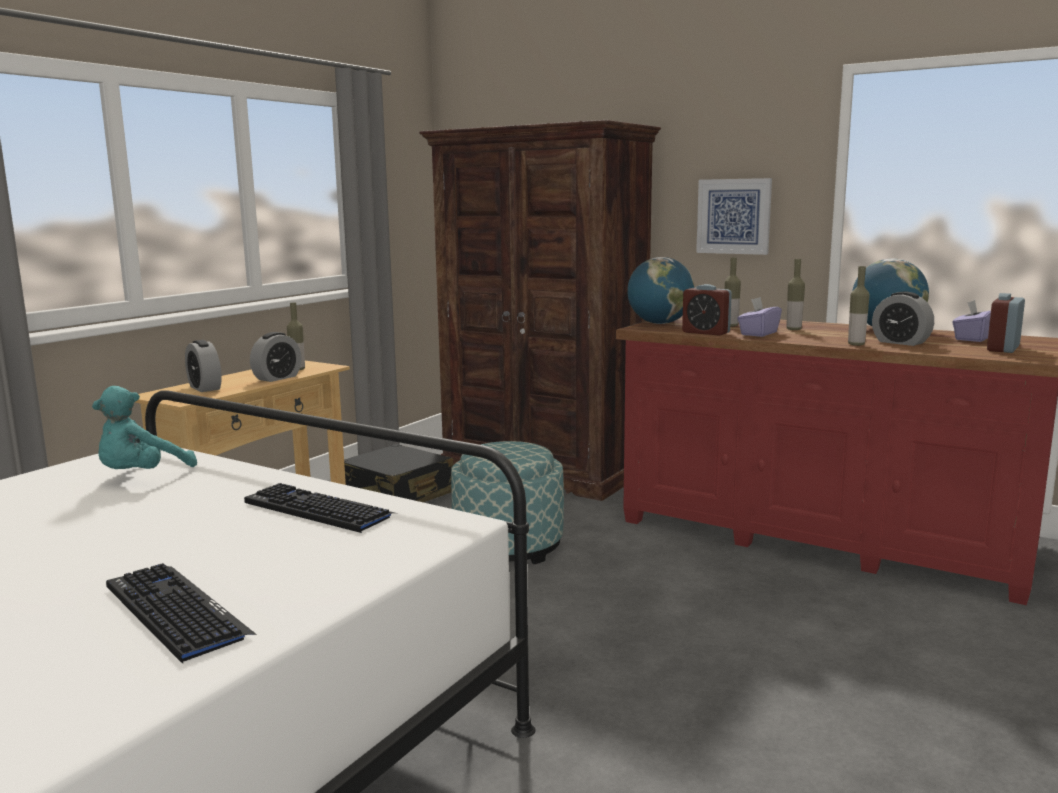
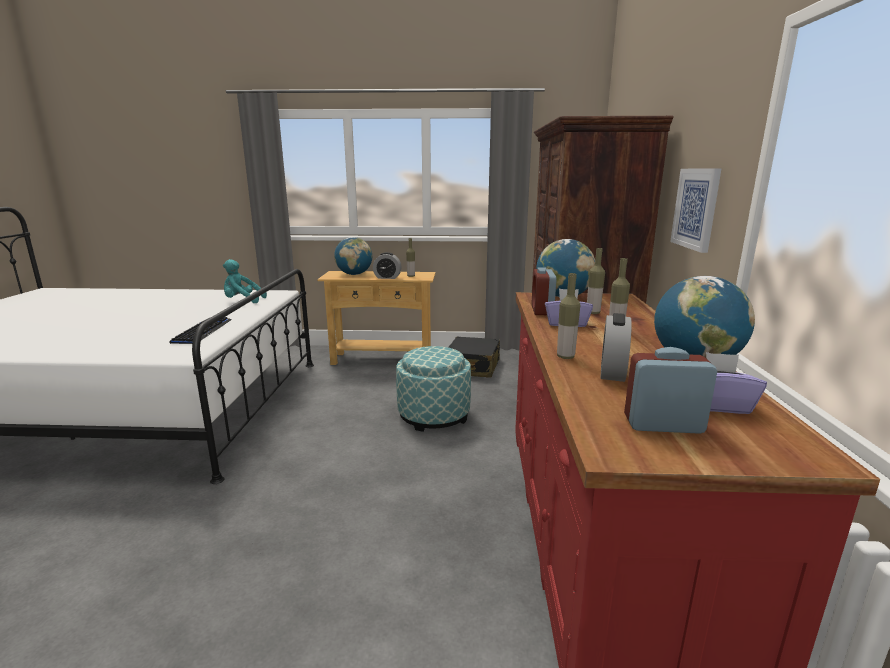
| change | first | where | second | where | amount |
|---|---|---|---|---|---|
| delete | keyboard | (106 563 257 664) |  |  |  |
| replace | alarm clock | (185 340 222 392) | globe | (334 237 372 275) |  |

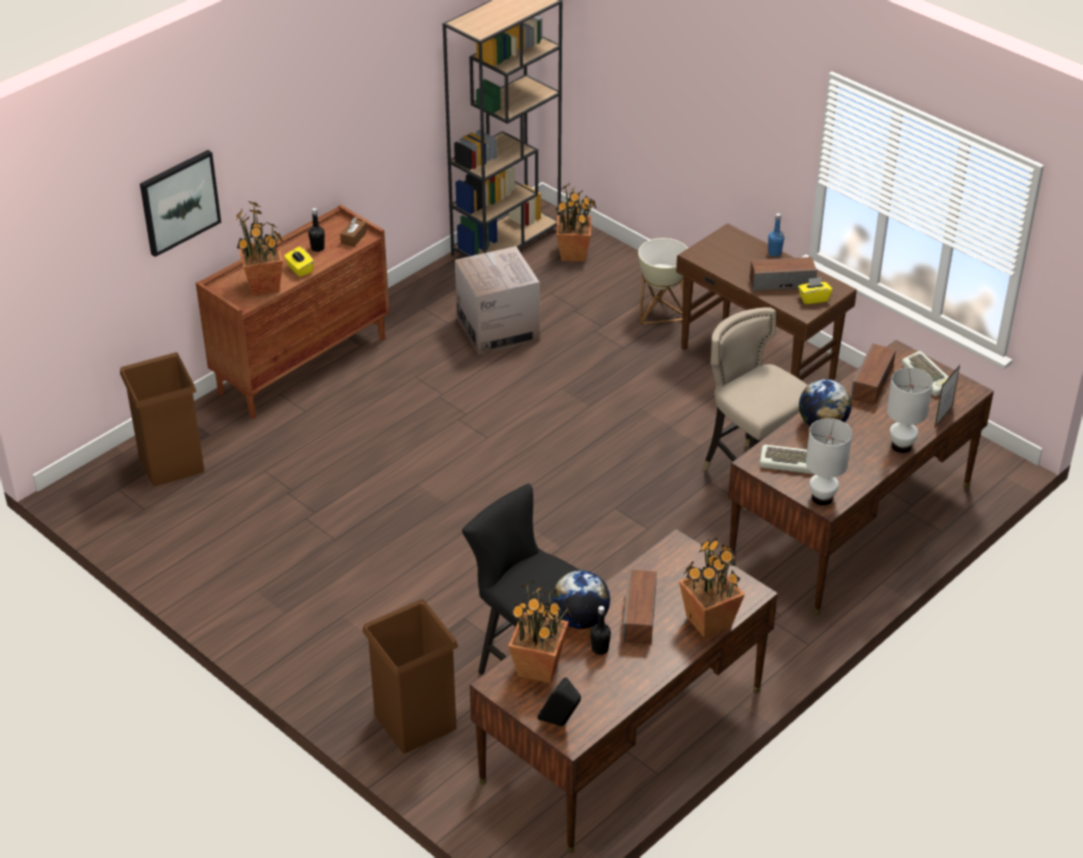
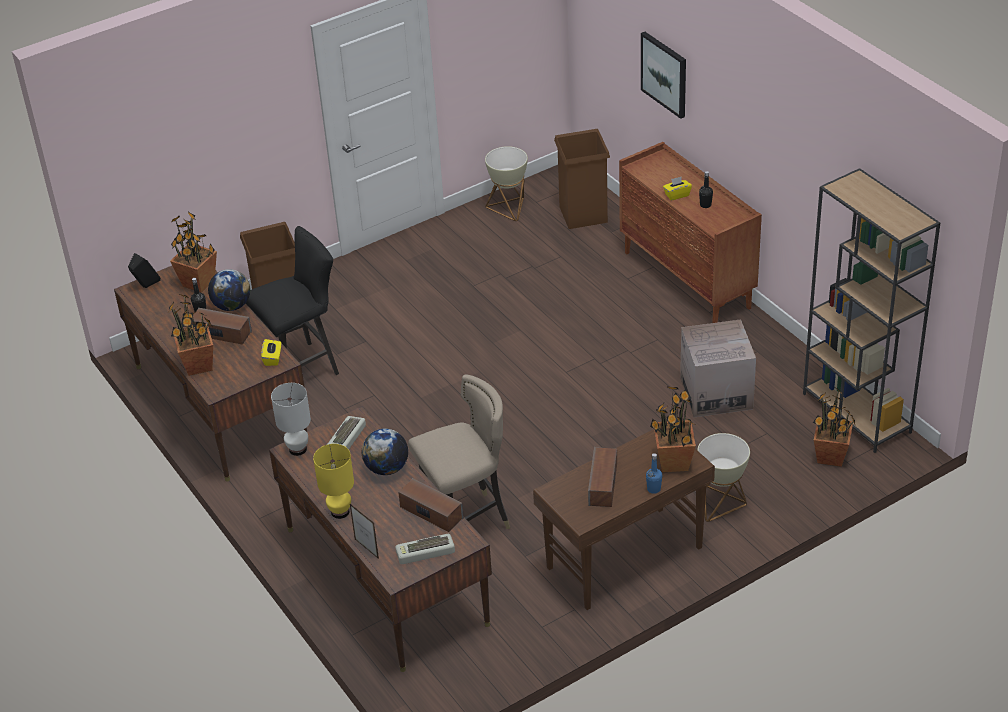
| change | first | where | second | where | amount |
|---|---|---|---|---|---|
| move | potted plant | (235 200 283 296) |  | (650 386 696 472) |  |
| delete | tissue box/brown | (340 217 367 247) |  |  |  |
| move | tissue box/yellow | (798 277 832 304) |  | (261 339 281 366) |  |
| recolor | table lamp/white | (887 367 933 453) | table lamp/yellow | (313 444 354 519) |  |
| insert |  |  | planter | (485 146 528 221) |  |

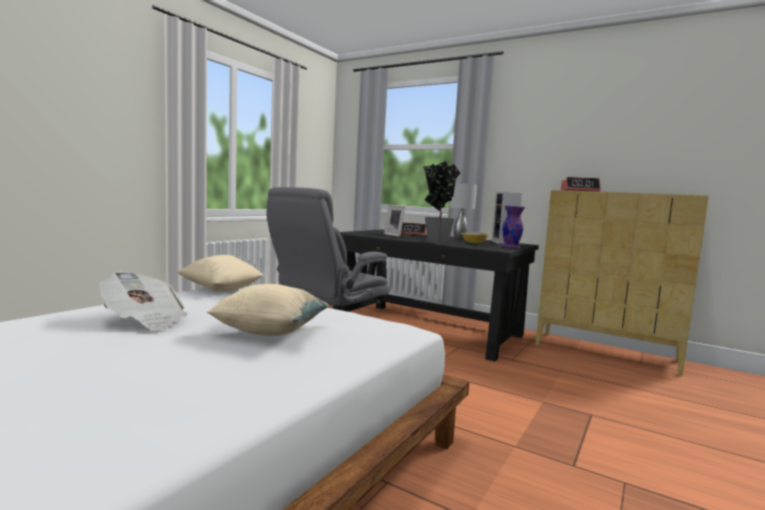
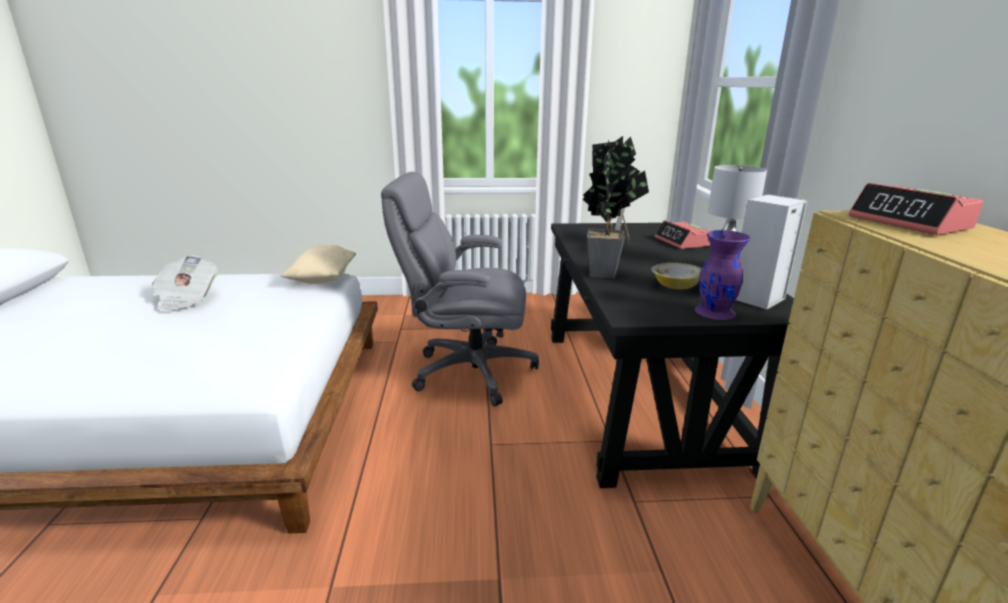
| change | first | where | second | where | amount |
|---|---|---|---|---|---|
| delete | pillow/beige | (207 284 329 336) |  |  |  |

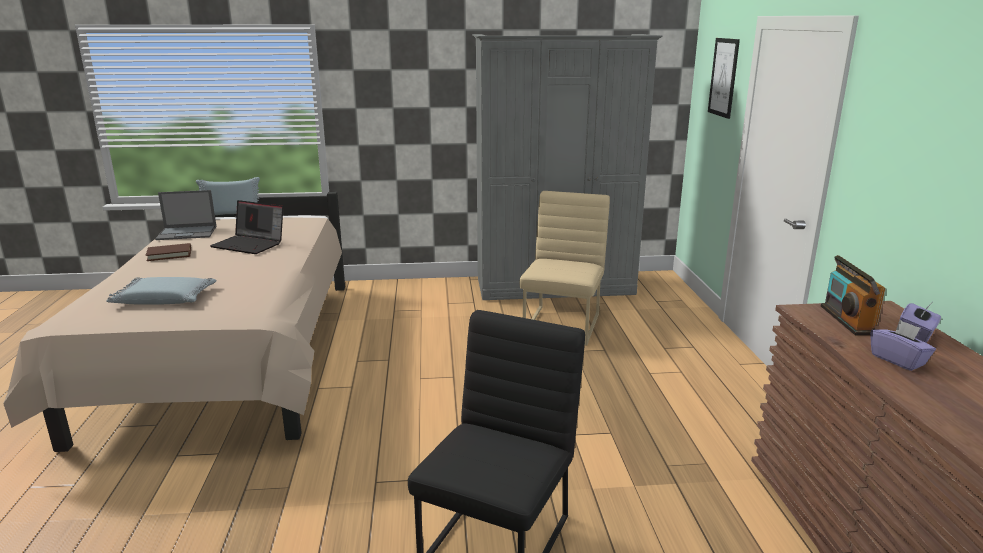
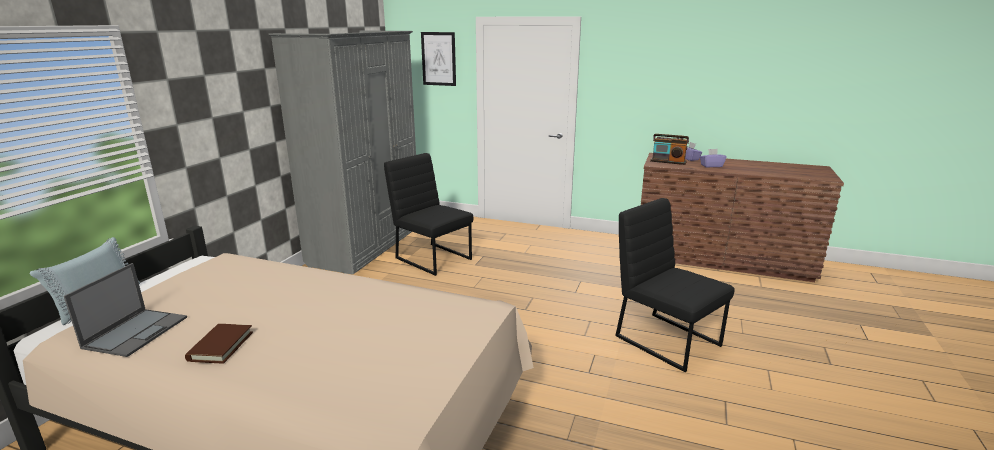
| change | first | where | second | where | amount |
|---|---|---|---|---|---|
| delete | pillow/blue | (106 277 217 305) |  |  |  |
| delete | laptop | (210 200 283 254) |  |  |  |
| recolor | chair/beige | (520 191 610 345) | chair/black | (384 153 473 276) |  |

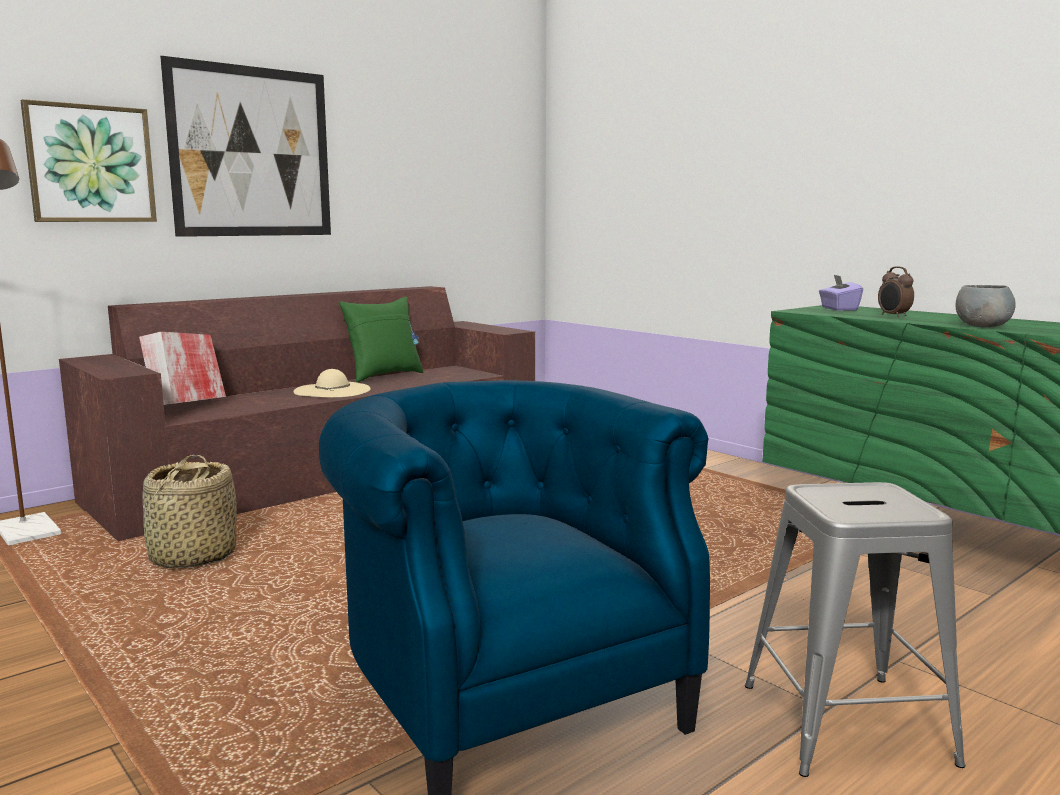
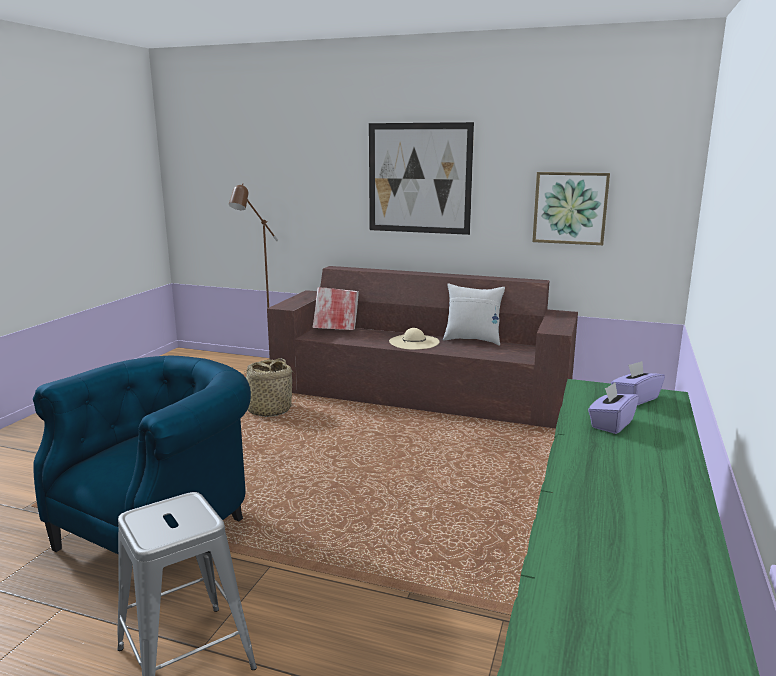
| change | first | where | second | where | amount |
|---|---|---|---|---|---|
| move | picture | (21 99 157 222) |  | (532 172 610 245) |  |
| recolor | pillow/green | (339 297 423 382) | pillow/grey | (443 283 505 346) |  |
| replace | alarm clock | (878 267 914 317) | tissue box/purple | (588 383 639 434) |  |
| delete | bowl/grey | (956 285 1016 328) |  |  |  |

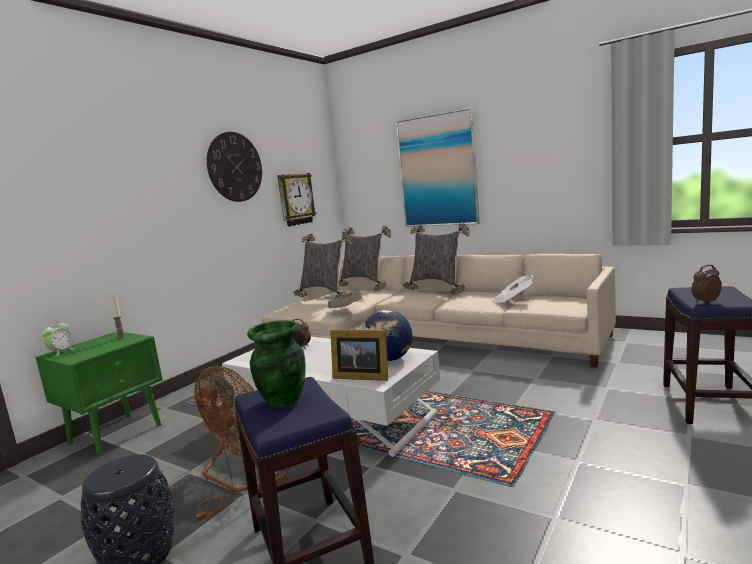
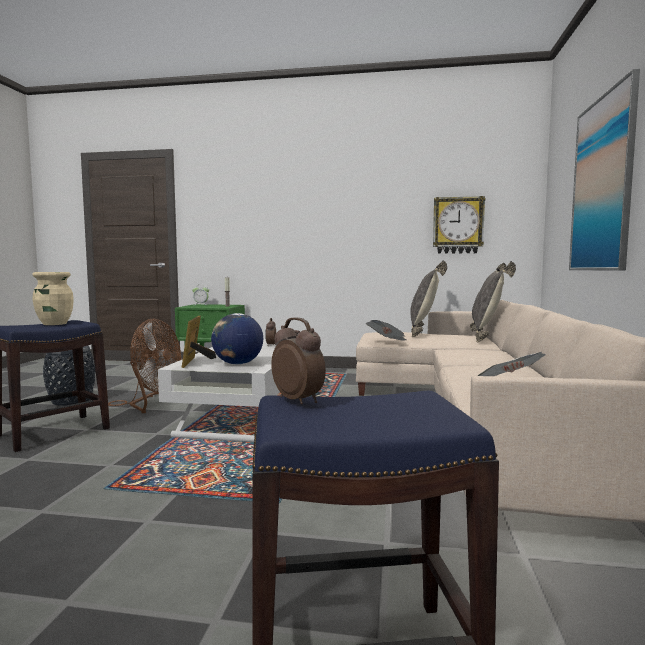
| change | first | where | second | where | amount |
|---|---|---|---|---|---|
| delete | wall clock | (207 132 262 202) |  |  |  |
| recolor | vase/green | (247 320 306 407) | vase/beige | (33 272 74 325) |  |
| delete | pillow | (403 223 470 296) |  |  |  |

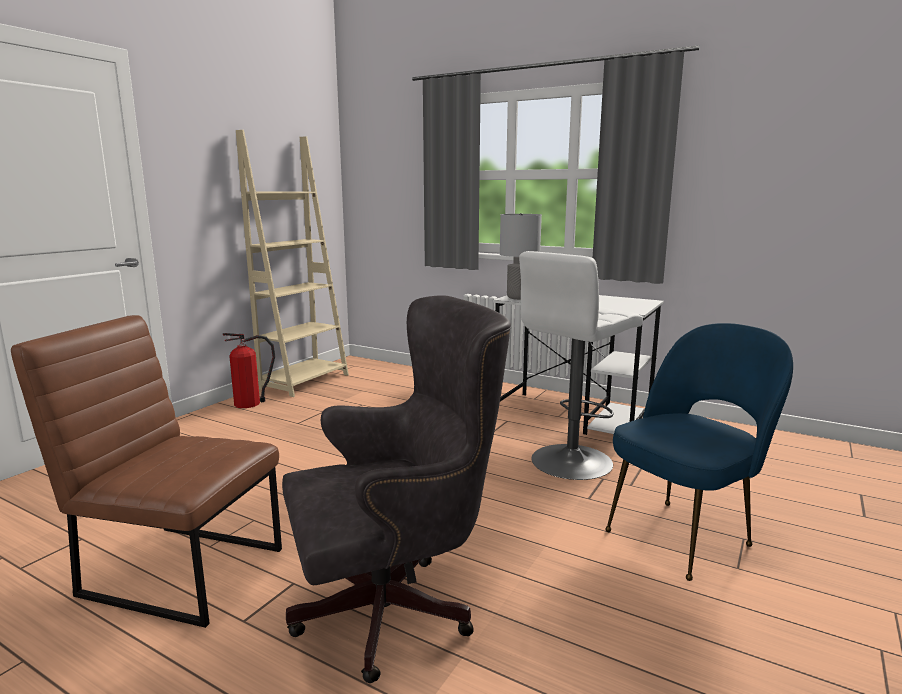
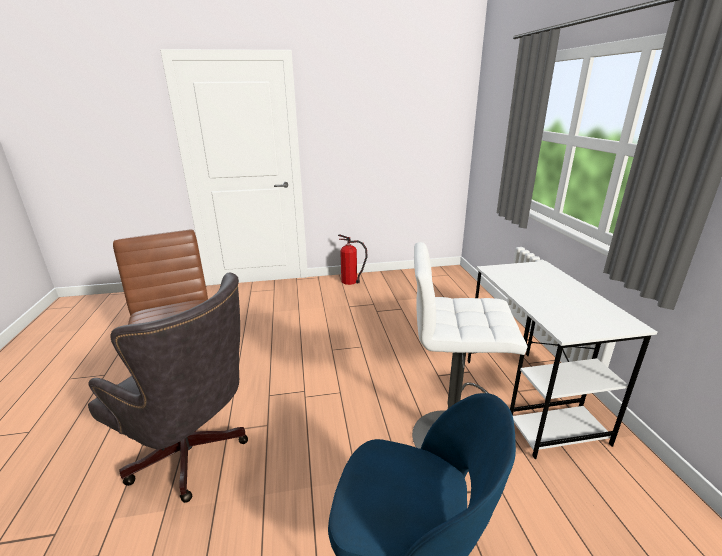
| change | first | where | second | where | amount |
|---|---|---|---|---|---|
| delete | bookcase/beige | (236 130 349 397) |  |  |  |
| delete | table lamp/grey | (500 213 542 300) |  |  |  |

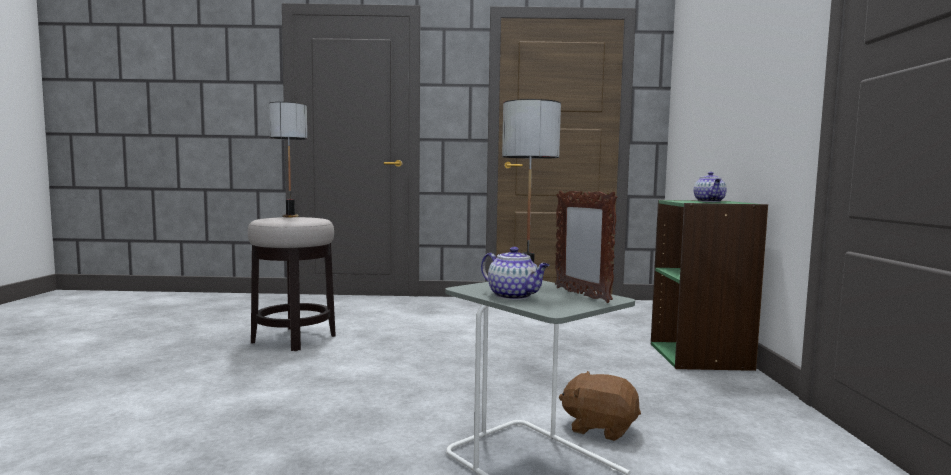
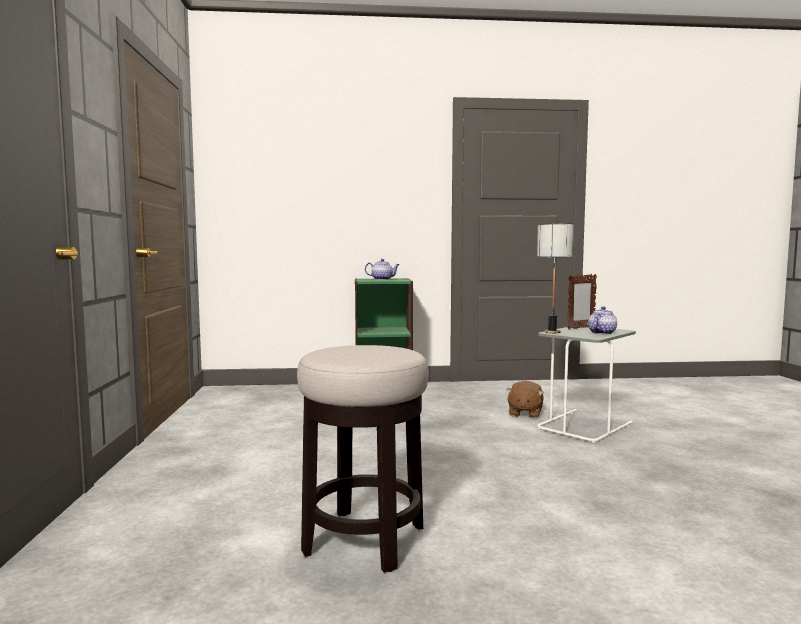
| change | first | where | second | where | amount |
|---|---|---|---|---|---|
| delete | table lamp | (269 102 307 217) |  |  |  |

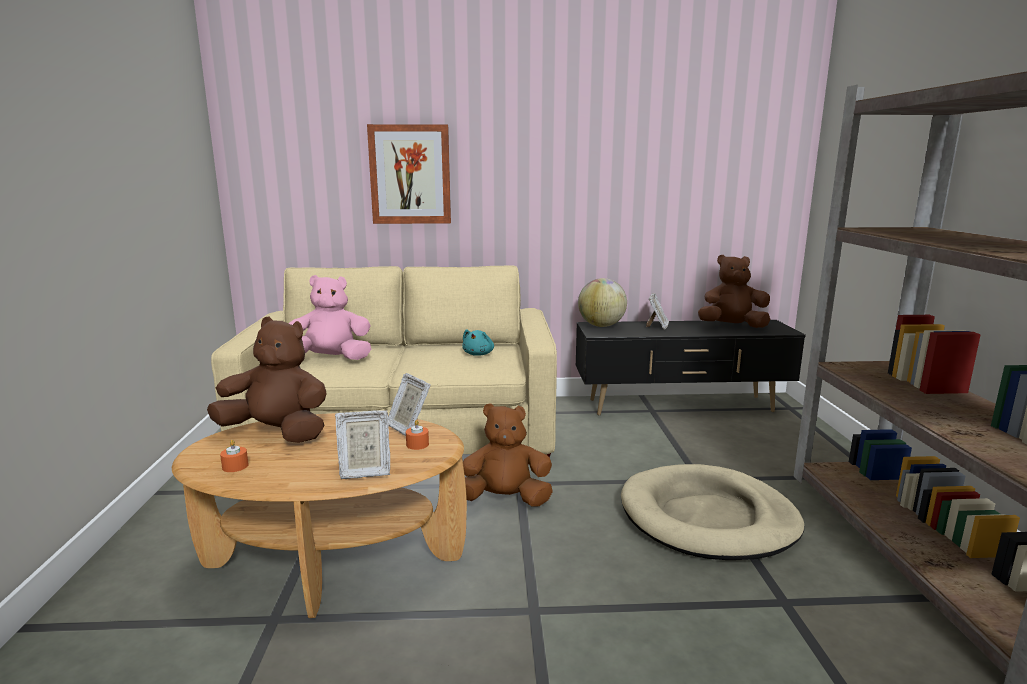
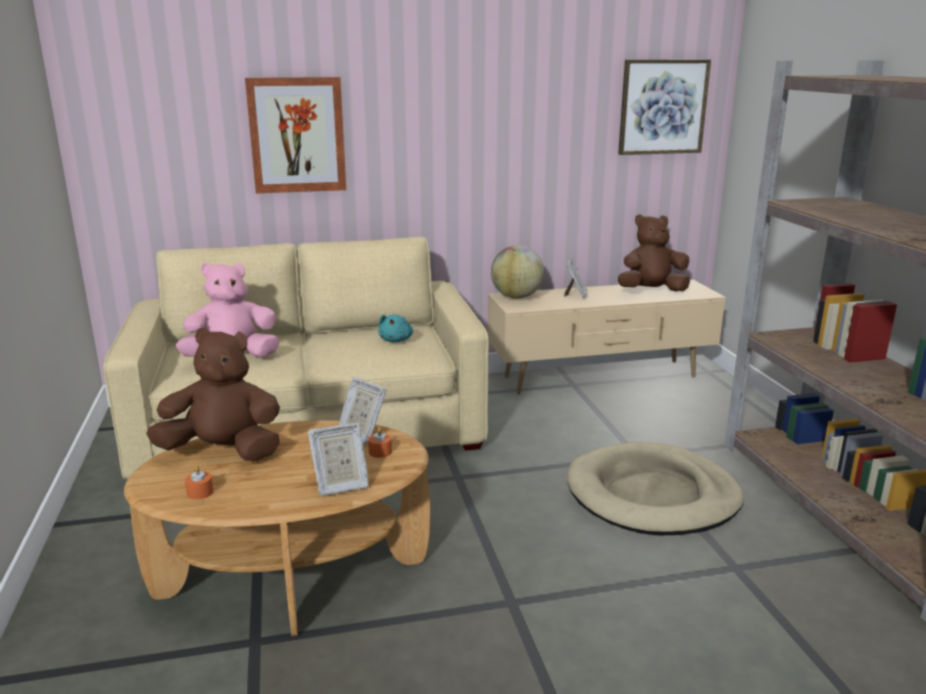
| change | first | where | second | where | amount |
|---|---|---|---|---|---|
| delete | plush toy/brown | (463 403 553 506) |  |  |  |
| recolor | tv stand/black | (576 320 806 415) | tv stand/beige | (488 280 726 394) |  |
| insert |  |  | picture | (618 60 711 155) |  |

